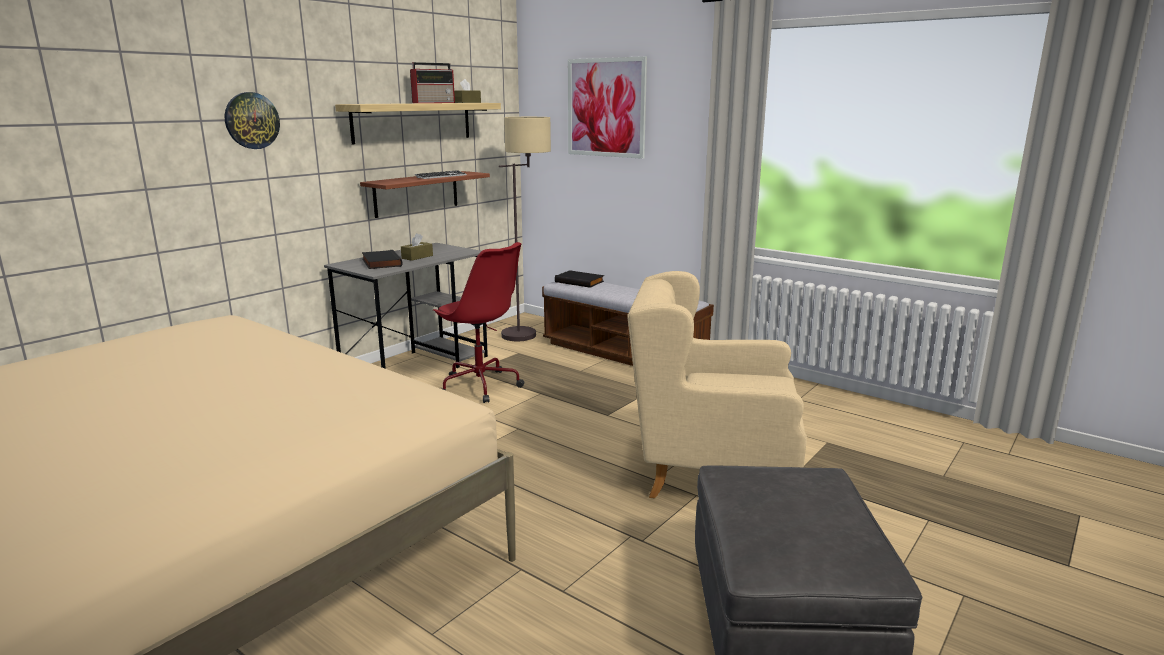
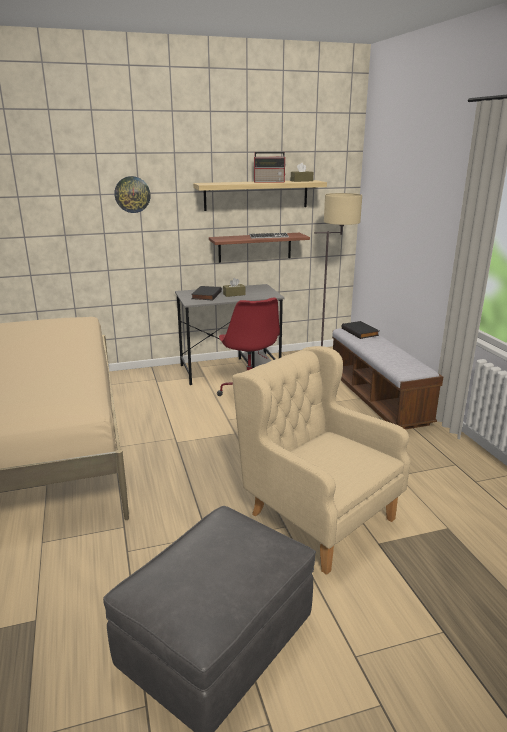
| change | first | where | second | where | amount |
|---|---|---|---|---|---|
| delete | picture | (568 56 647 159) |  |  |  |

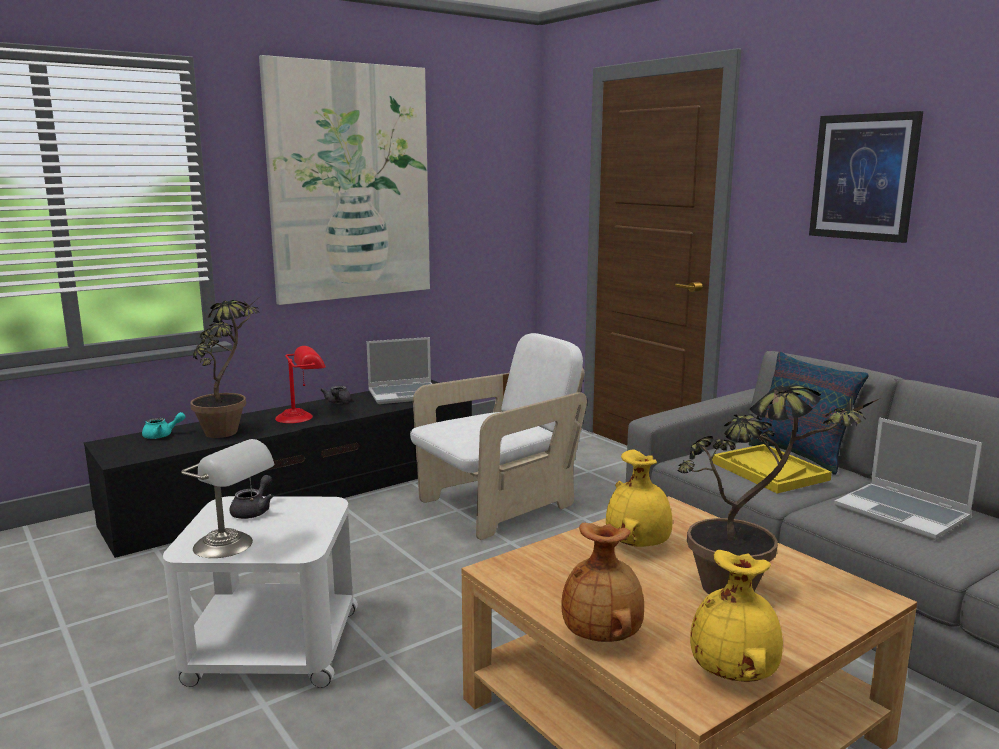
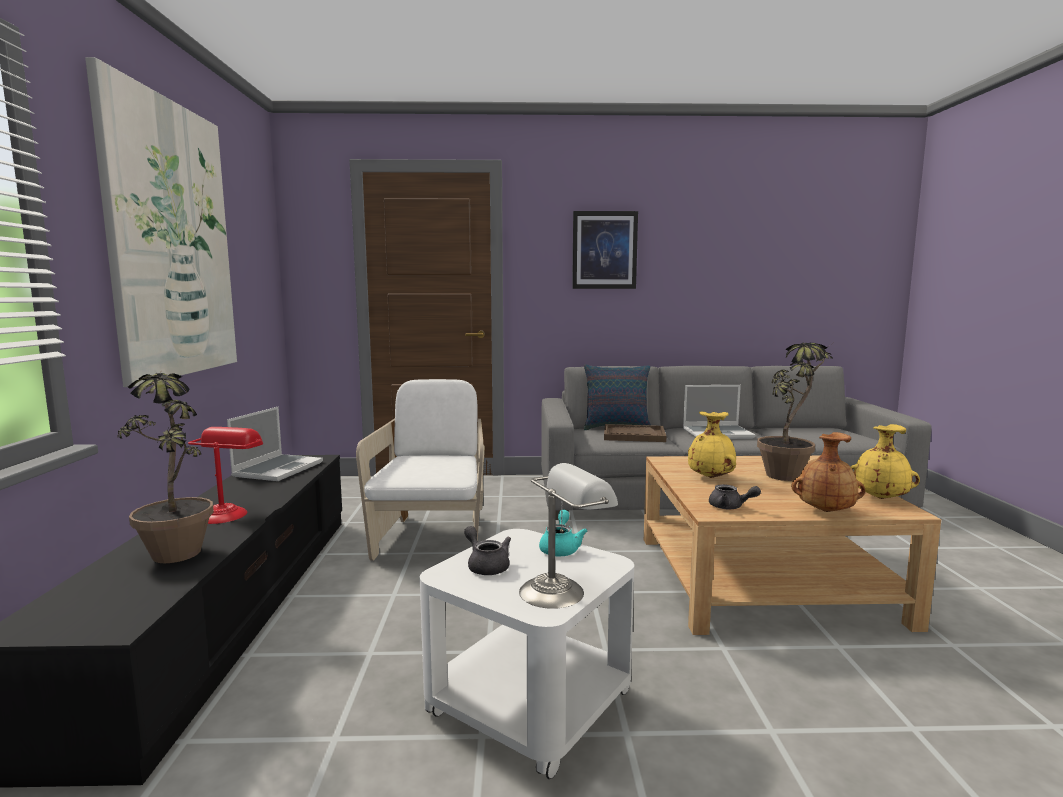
| change | first | where | second | where | amount |
|---|---|---|---|---|---|
| move | teapot/turquoise | (142 412 186 439) |  | (539 510 588 556) |  |
| move | teapot/grey | (321 386 351 404) |  | (709 484 761 509) |  |
| recolor | tray/yellow | (712 444 832 493) | tray/brown | (604 424 666 442) |  |

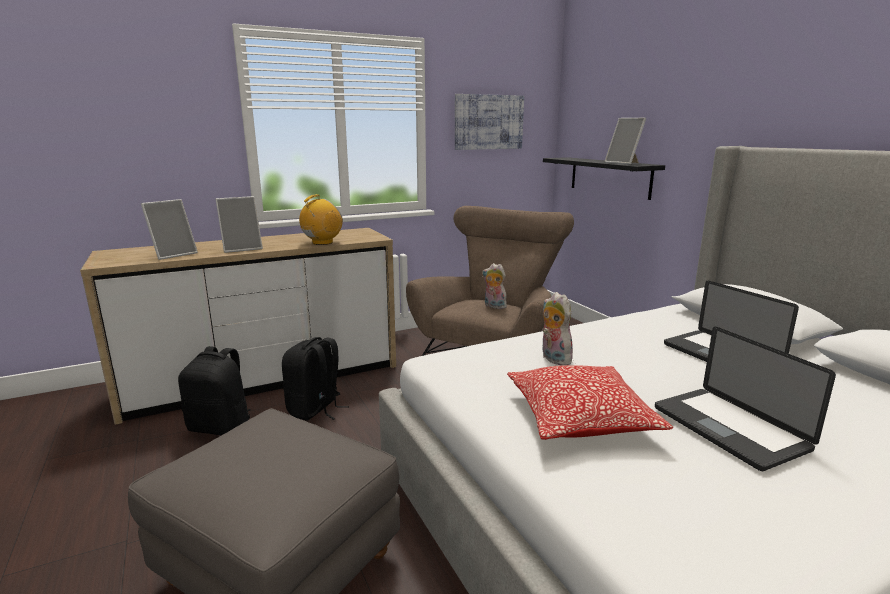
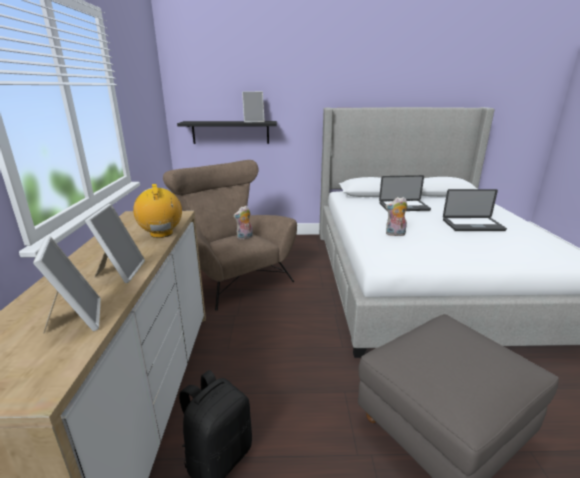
| change | first | where | second | where | amount |
|---|---|---|---|---|---|
| delete | backpack/black | (282 337 349 421) |  |  |  |
| delete | picture | (455 94 524 150) |  |  |  |
| delete | pillow | (507 365 673 440) |  |  |  |

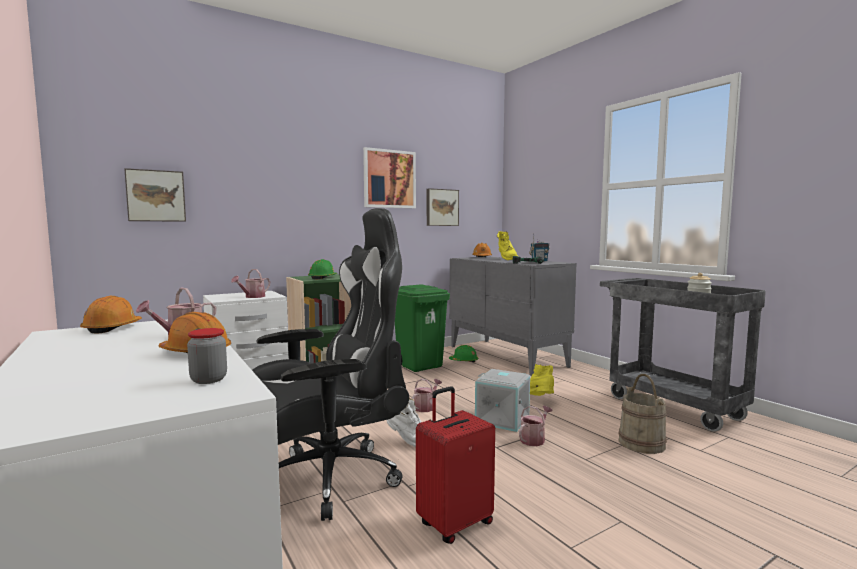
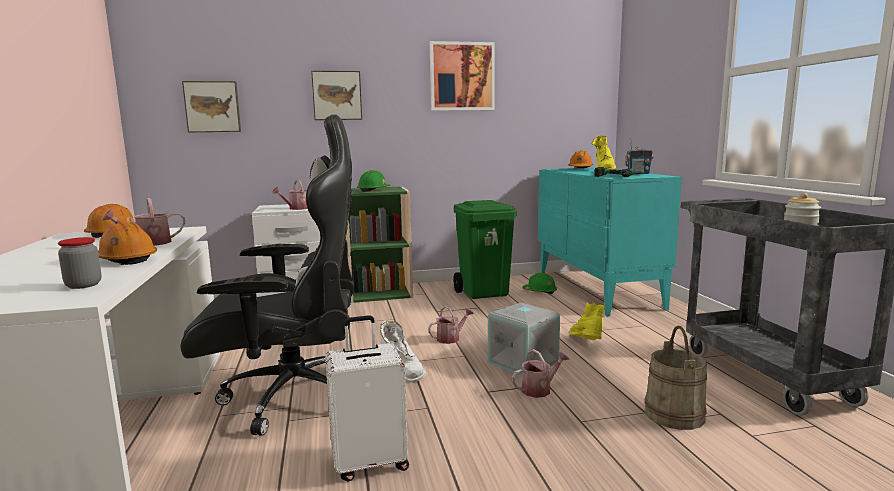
| change | first | where | second | where | amount |
|---|---|---|---|---|---|
| recolor | suitcase/red | (416 386 495 544) | suitcase/white | (325 315 409 482) |  |
| move | picture | (427 188 459 226) |  | (311 71 362 120) |  |
| recolor | cabinet/grey | (449 257 577 376) | cabinet/turquoise | (538 167 682 316) |  |

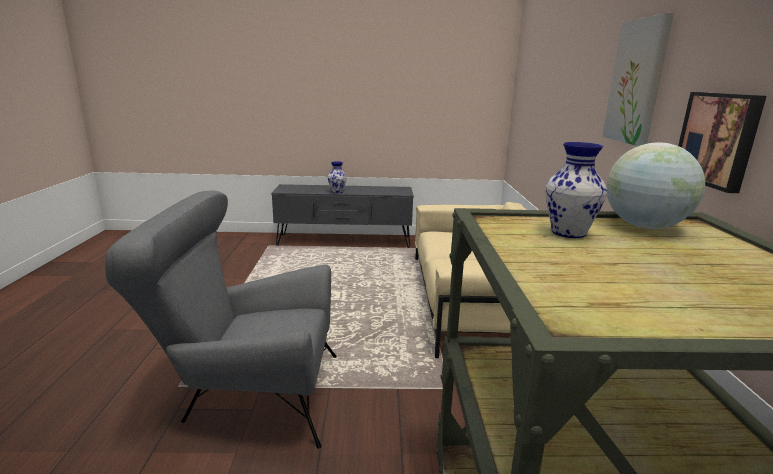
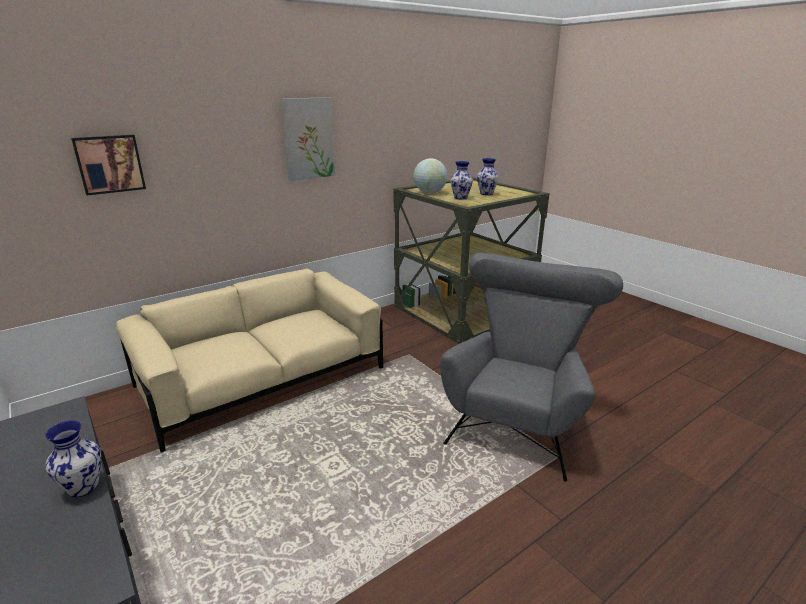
| change | first | where | second | where | amount |
|---|---|---|---|---|---|
| rotate | armchair/grey | (105 190 337 448) |  | (440 253 623 482) | 120 degrees counterclockwise |
| move | picture | (678 92 766 193) |  | (71 135 146 195) |  |
| insert |  |  | vase | (477 158 499 195) |  |

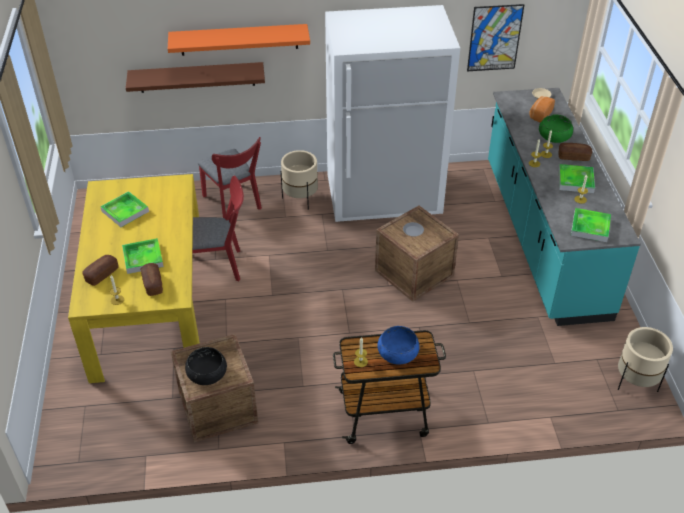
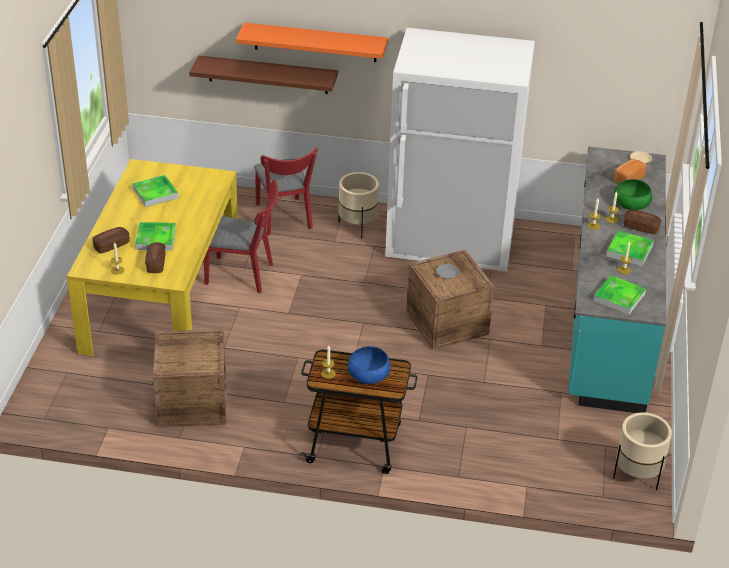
| change | first | where | second | where | amount |
|---|---|---|---|---|---|
| delete | bowl/black | (185 347 227 385) |  |  |  |
| delete | picture | (467 4 524 71) |  |  |  |

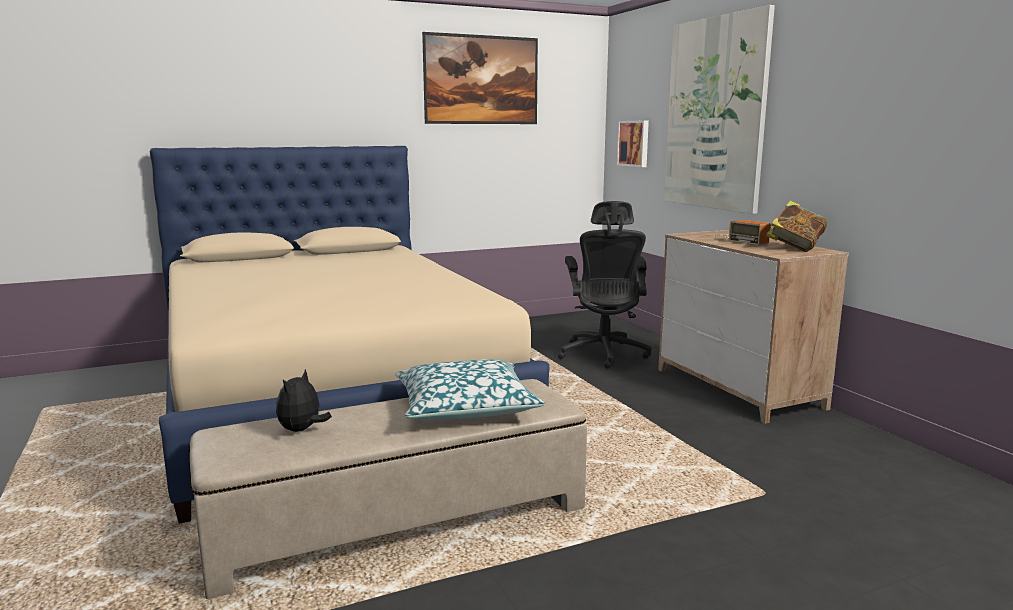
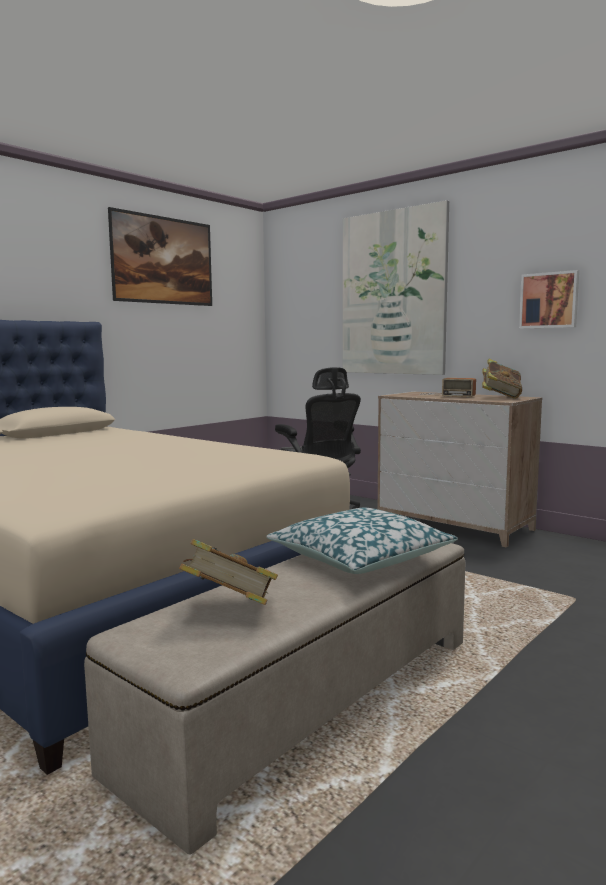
| change | first | where | second | where | amount |
|---|---|---|---|---|---|
| replace | plush toy | (276 369 332 432) | book | (179 539 278 605) |  |
| move | picture | (617 121 649 167) |  | (519 270 579 329) |  |

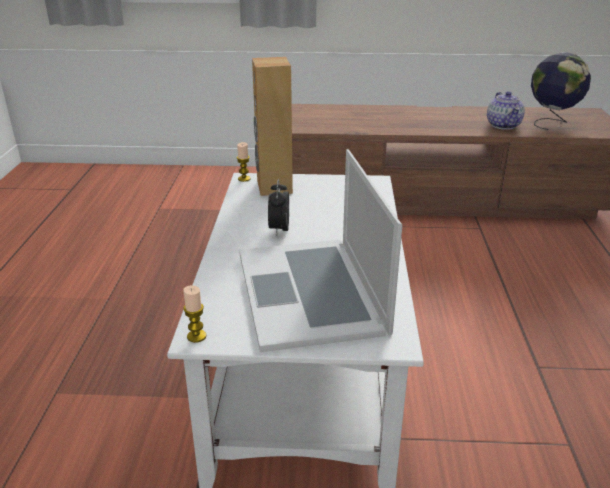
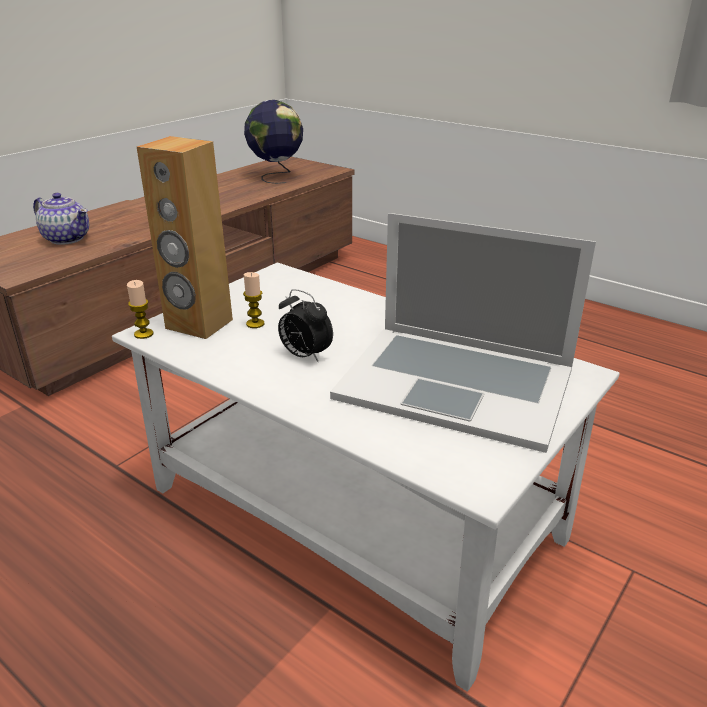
| change | first | where | second | where | amount |
|---|---|---|---|---|---|
| move | candle | (183 285 206 343) |  | (243 272 265 328) |  |
| move | teapot | (487 91 525 130) |  | (33 193 89 245) |  |

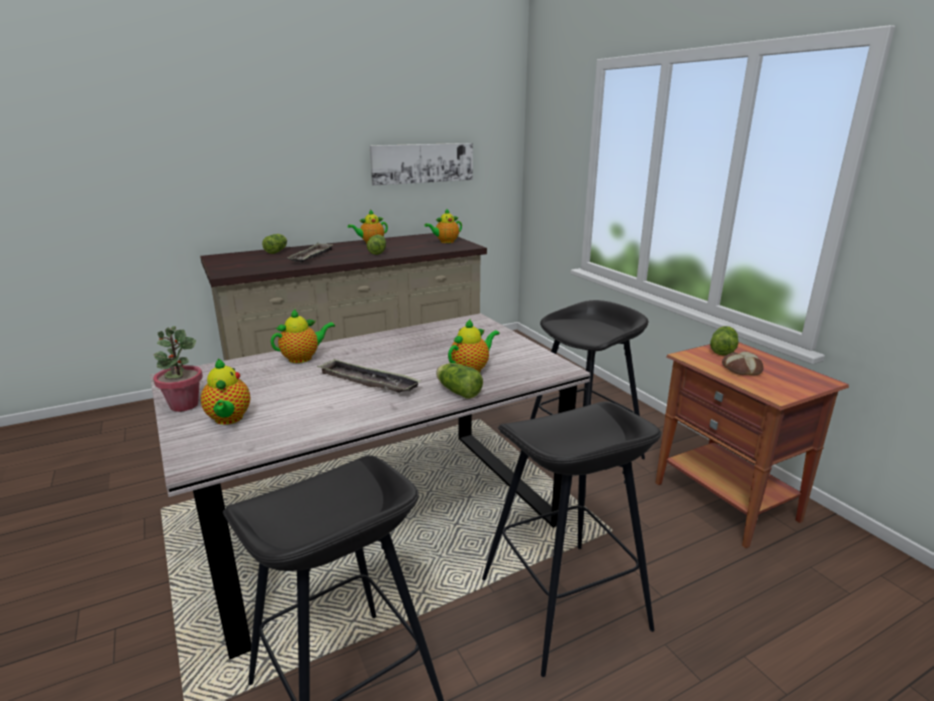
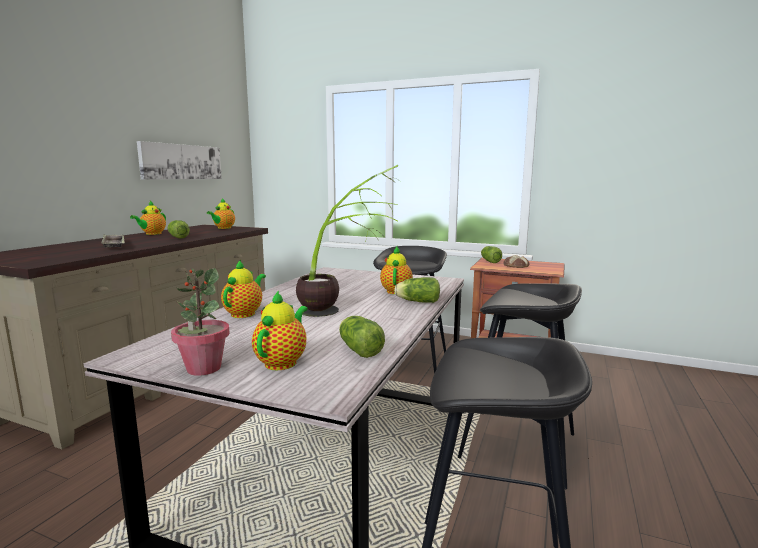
| change | first | where | second | where | amount |
|---|---|---|---|---|---|
| rotate | teapot | (201 359 250 425) |  | (252 290 308 370) | 105 degrees counterclockwise |
| move | lettuce | (262 234 287 254) |  | (339 316 385 358) |  |
| replace | tray | (317 359 421 393) | potted plant | (296 165 398 317) |  |

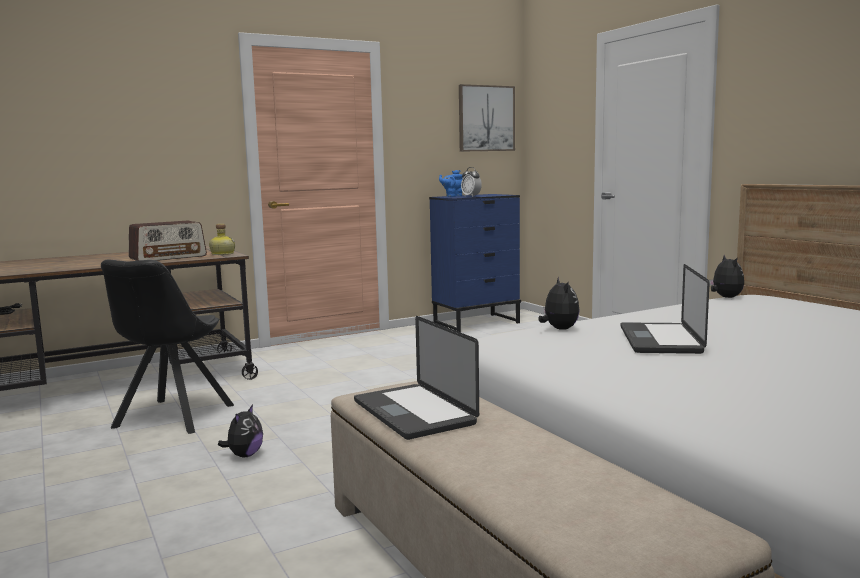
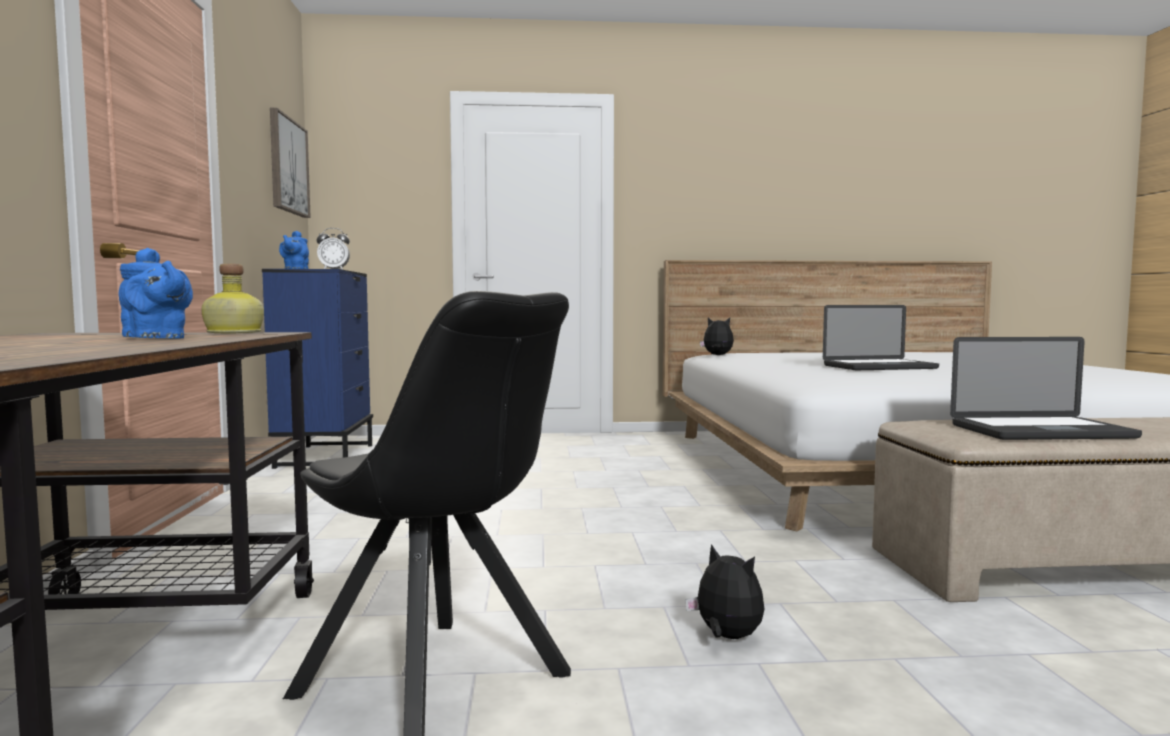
| change | first | where | second | where | amount |
|---|---|---|---|---|---|
| replace | radio | (129 221 207 261) | teapot/blue | (119 248 193 338) |  |
| delete | plush toy | (538 277 580 330) |  |  |  |
| rotate | laptop | (620 264 710 354) |  | (823 305 939 370) | 45 degrees counterclockwise |

